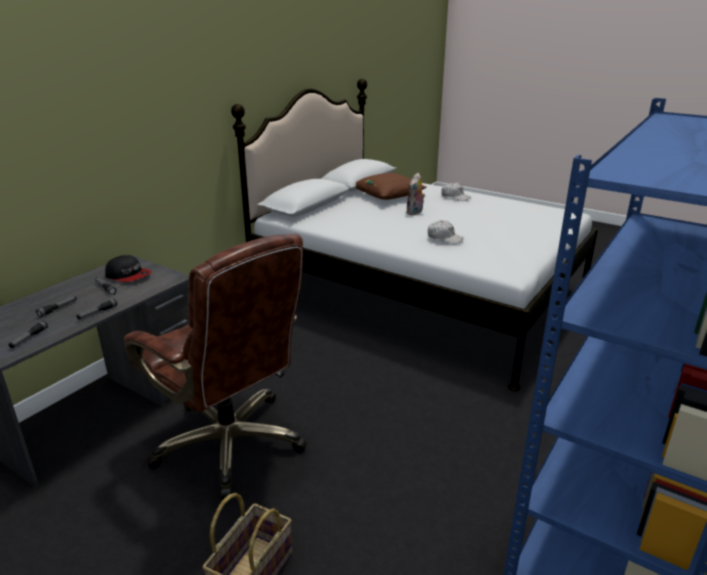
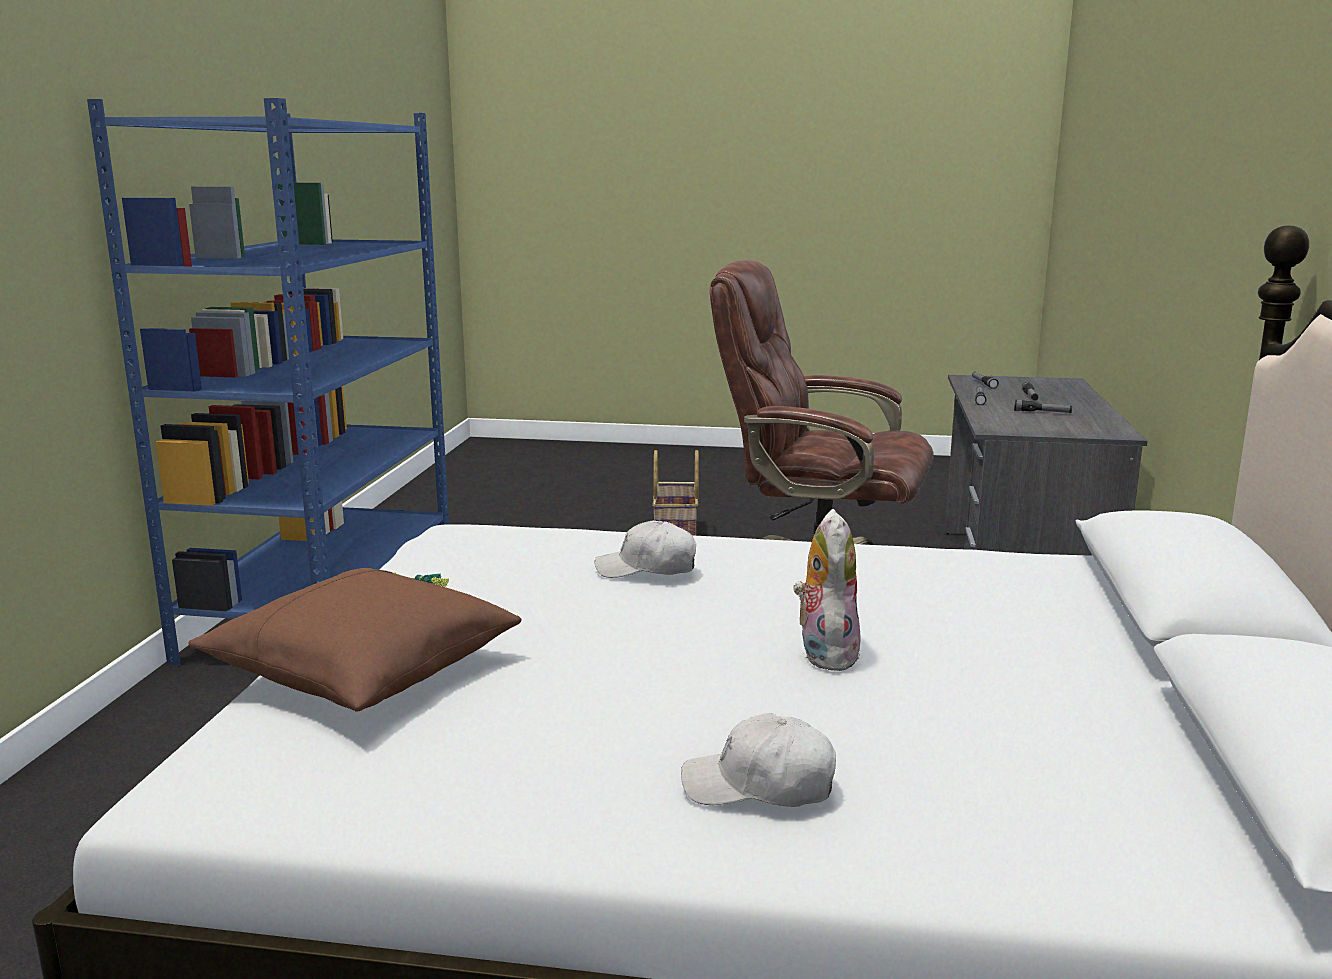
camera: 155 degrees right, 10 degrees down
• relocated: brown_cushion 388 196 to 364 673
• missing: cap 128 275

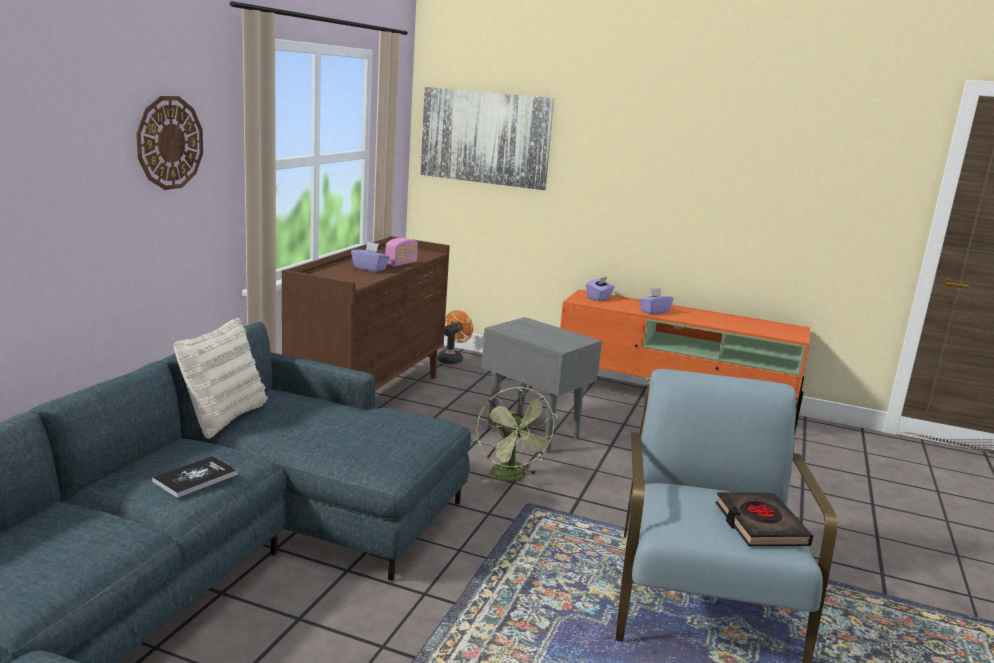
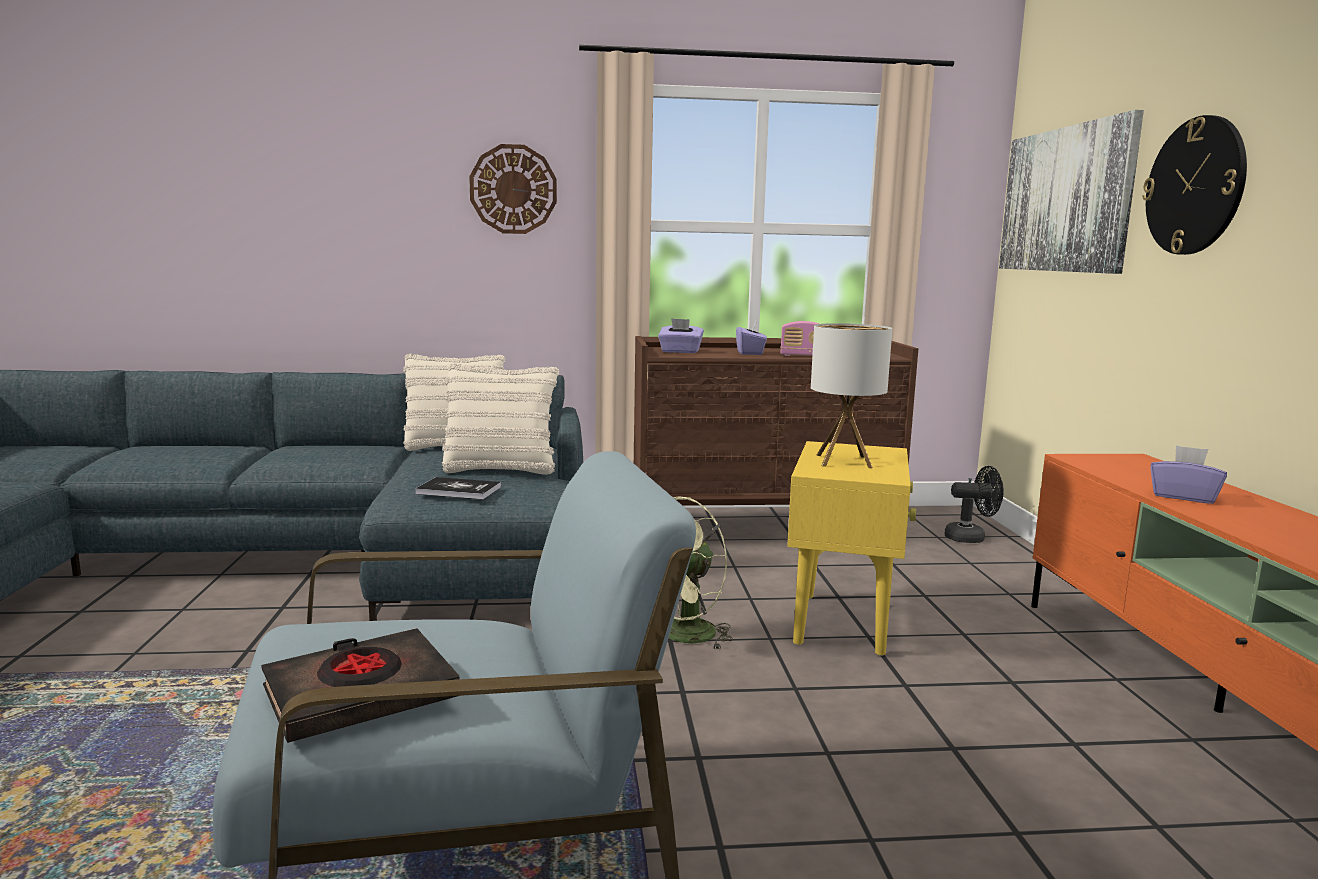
camera: 65 degrees right, 5 degrees down
• relocated: purplish_tissue_box 599 298 to 680 352
• colour: orange_electric_fan 452 359 to blackish_electric_fan 971 538
• colour: greyish_side_table 532 432 to yellow_side_table 842 623
• relocated: bound_book 195 478 to 458 490
• appeared: hanging_clock 1195 186
• appeared: table_lamp 843 461
• appeared: sand-coloured_cushion 501 470

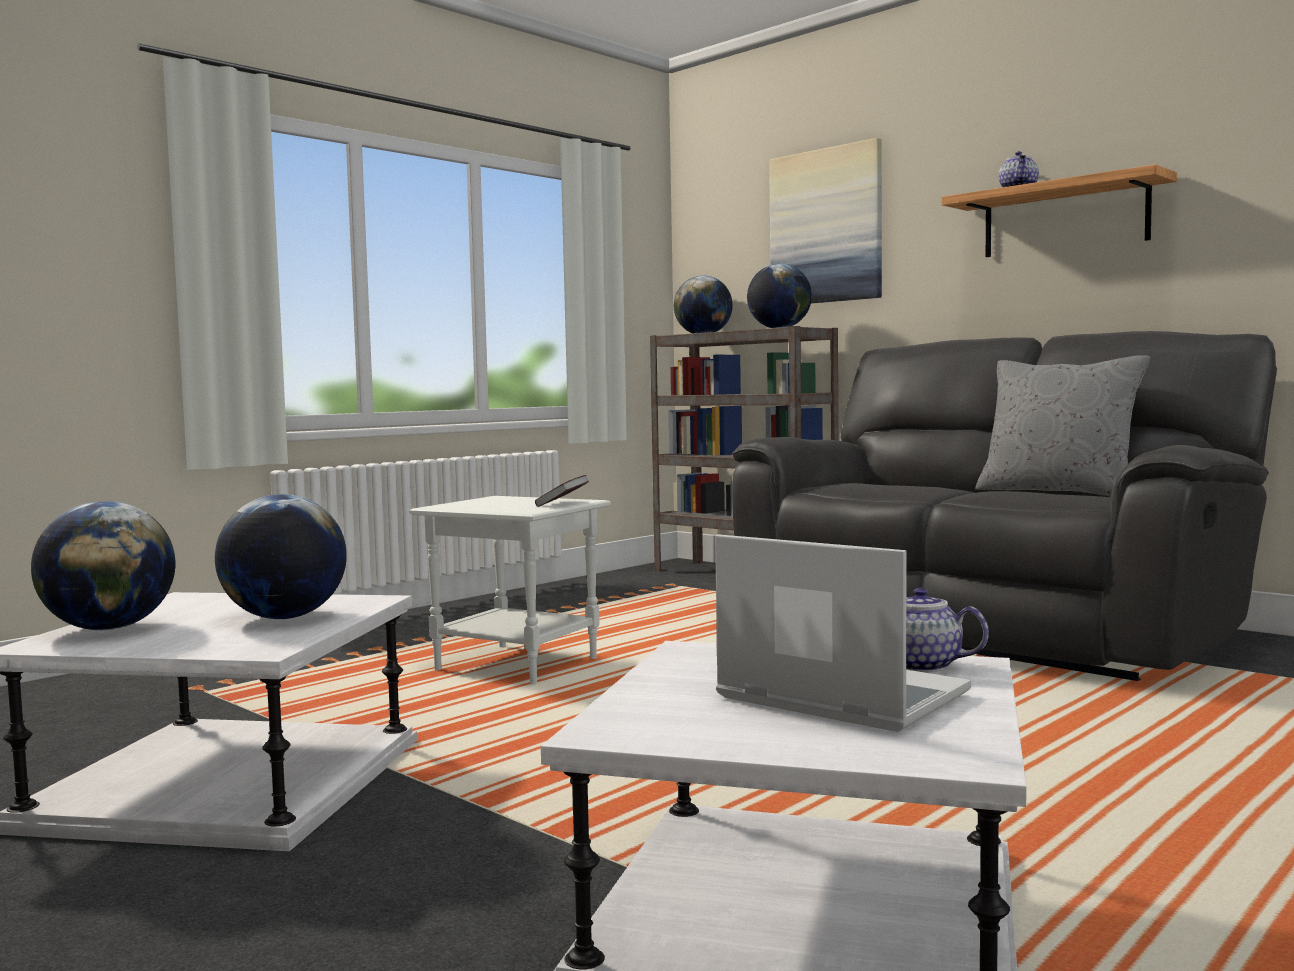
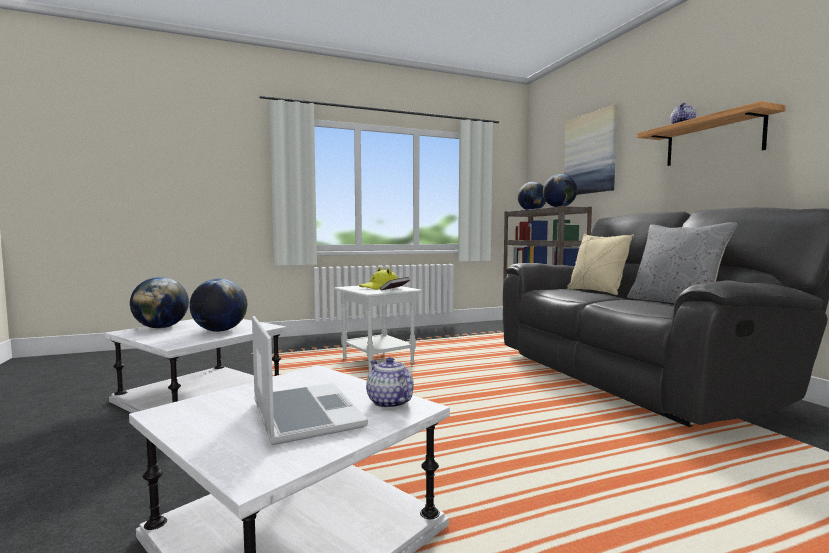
camera: 25 degrees right, 0 degrees up
• appeared: sand-coloured_cushion 596 292
• appeared: yellow_wearable_hat 379 287

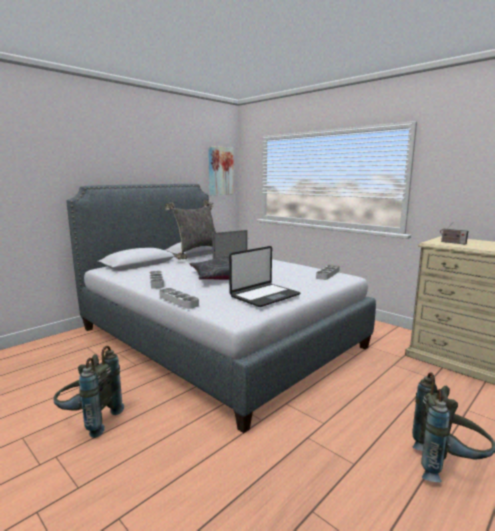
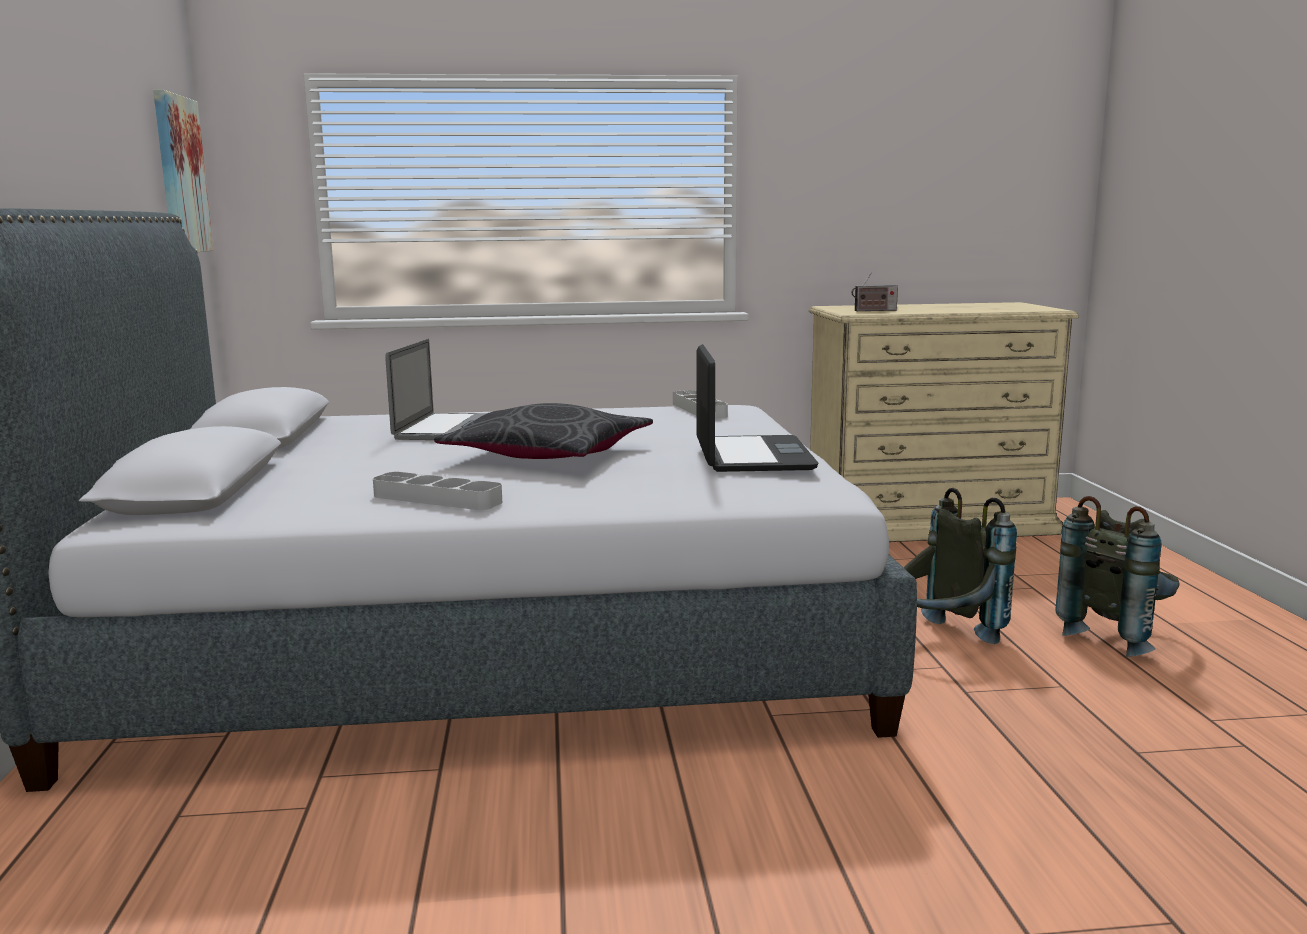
camera: 50 degrees left, 0 degrees up
• missing: cushion 196 257
• missing: greyish_carrying_tray 178 301
• relocated: greyish_backpack 89 421 to 944 640

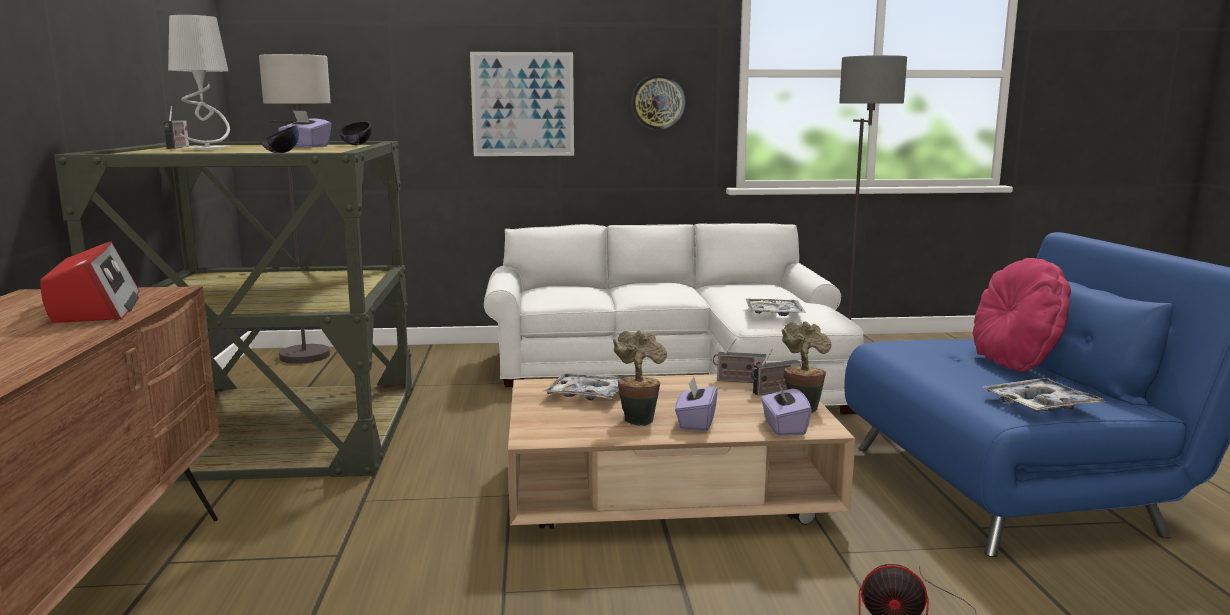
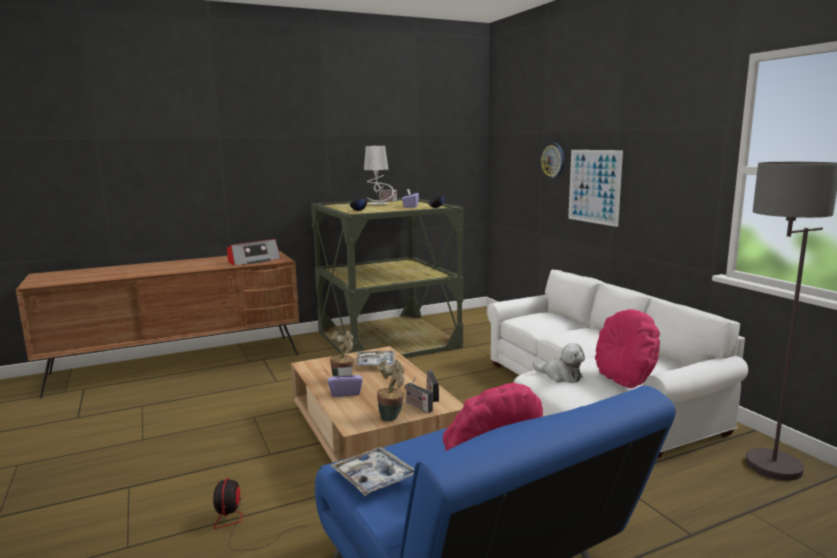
camera: 70 degrees right, 0 degrees up
• missing: greyish_standard_lamp 314 359
• relocated: hanging_clock 658 102 to 552 160
• exchanged: carrying_tray 774 313 to soft_toy 560 376
• missing: purplish_tissue_box 783 427
• appeared: pink-coloured_cushion 624 380

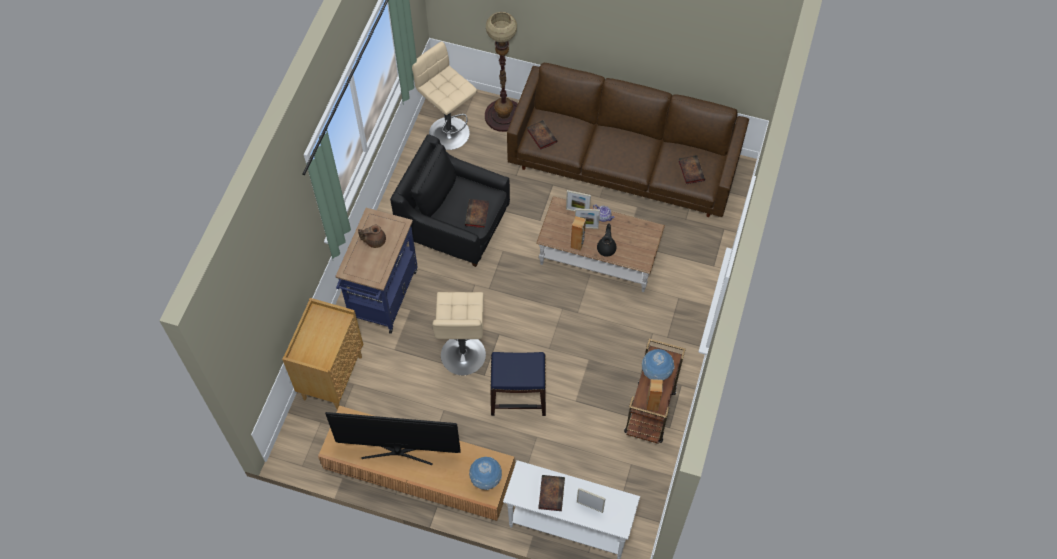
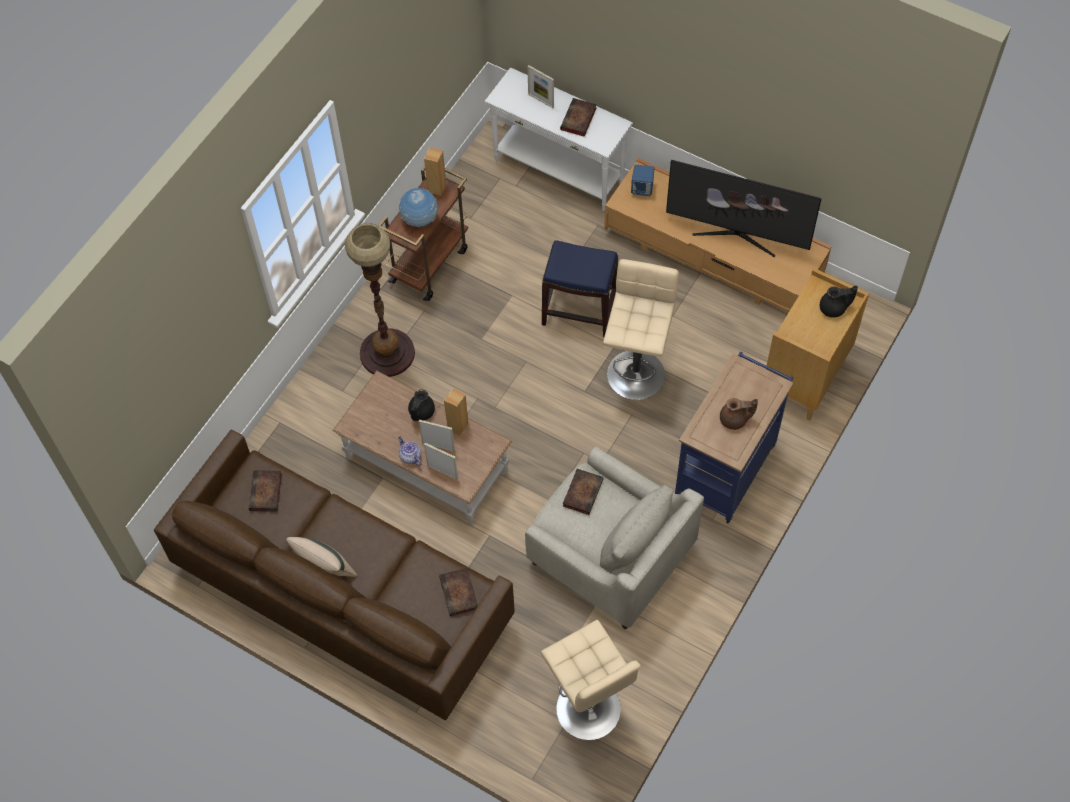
camera: 165 degrees left, 0 degrees up
• relocated: standard_lamp 504 115 to 387 353
• colour: blackish_armchair 455 224 to sand-coloured_armchair 609 554
• exchanged: world_globe 486 479 to blue-coloured_speaker 642 188
• appeared: blackish_teapot 834 308
• appeared: sand-coloured_cushion 325 569

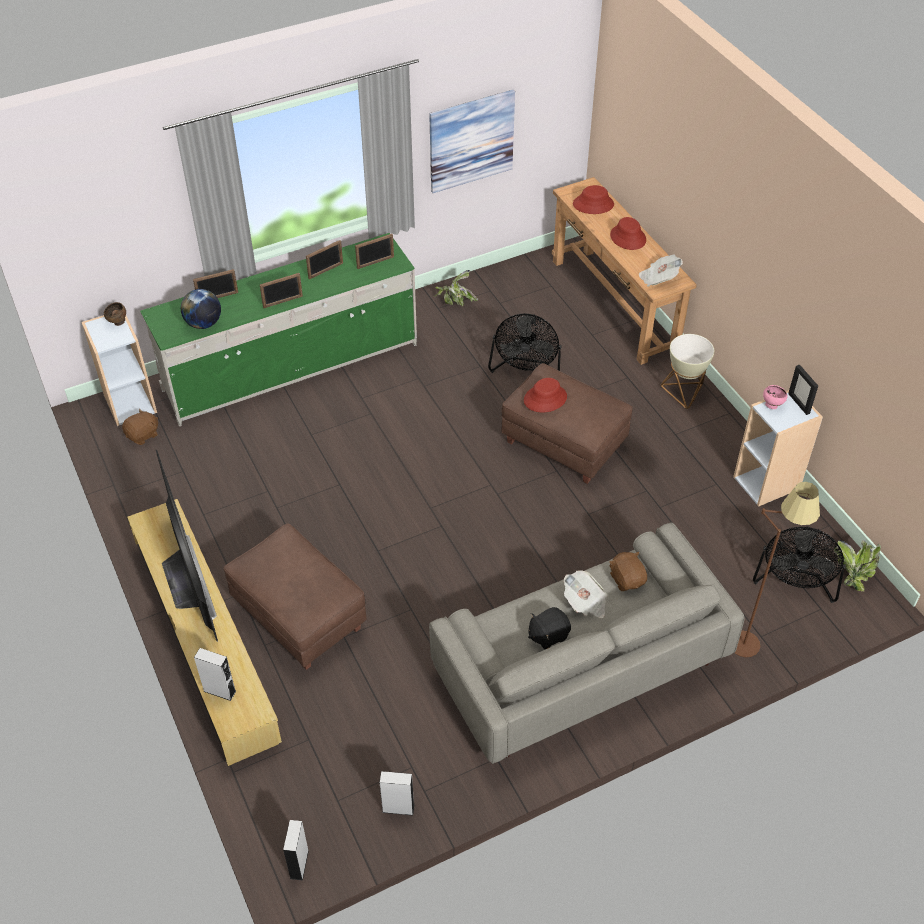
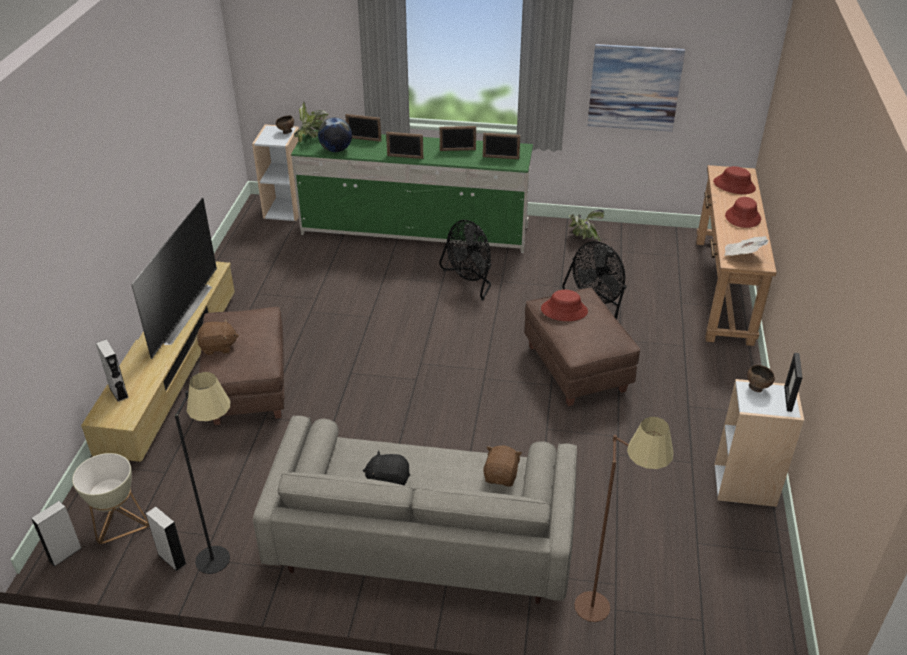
camera: 35 degrees right, 10 degrees down
• relocated: planter 683 393 to 119 526
• colour: pink-coloured_deep_dish 772 405 to brown_deep_dish 757 388
• relocated: brown_soft_toy 143 435 to 218 347
• relocated: blackish_electric_fan 792 579 to 471 279
• relocated: plant_in_a_pot 852 573 to 312 137
• missing: newspaper 585 602
• appeared: blackish_standard_lamp 228 557

